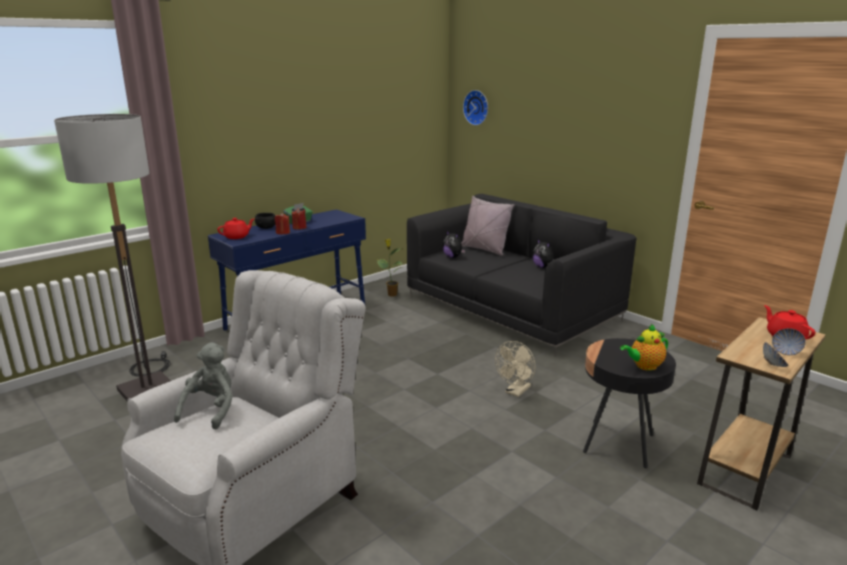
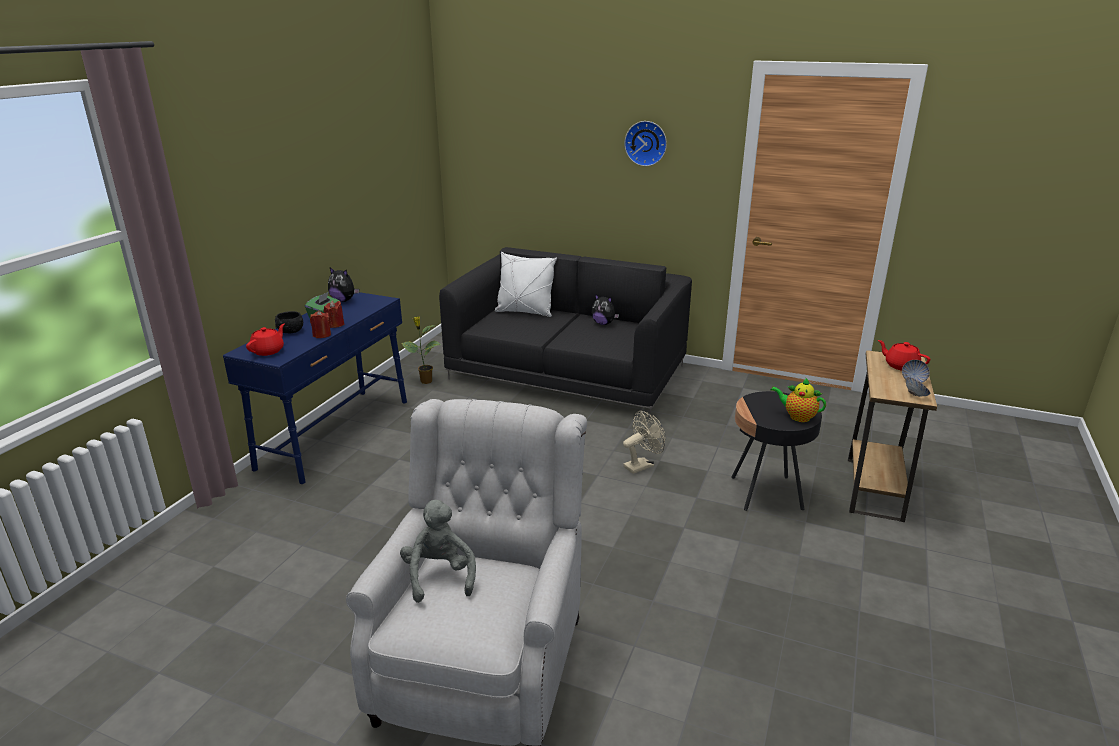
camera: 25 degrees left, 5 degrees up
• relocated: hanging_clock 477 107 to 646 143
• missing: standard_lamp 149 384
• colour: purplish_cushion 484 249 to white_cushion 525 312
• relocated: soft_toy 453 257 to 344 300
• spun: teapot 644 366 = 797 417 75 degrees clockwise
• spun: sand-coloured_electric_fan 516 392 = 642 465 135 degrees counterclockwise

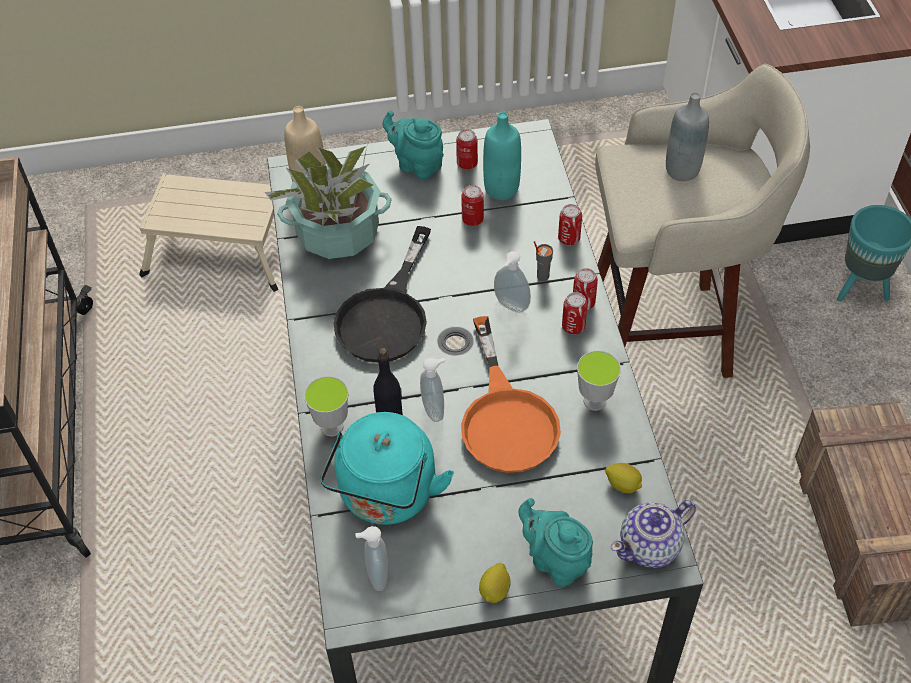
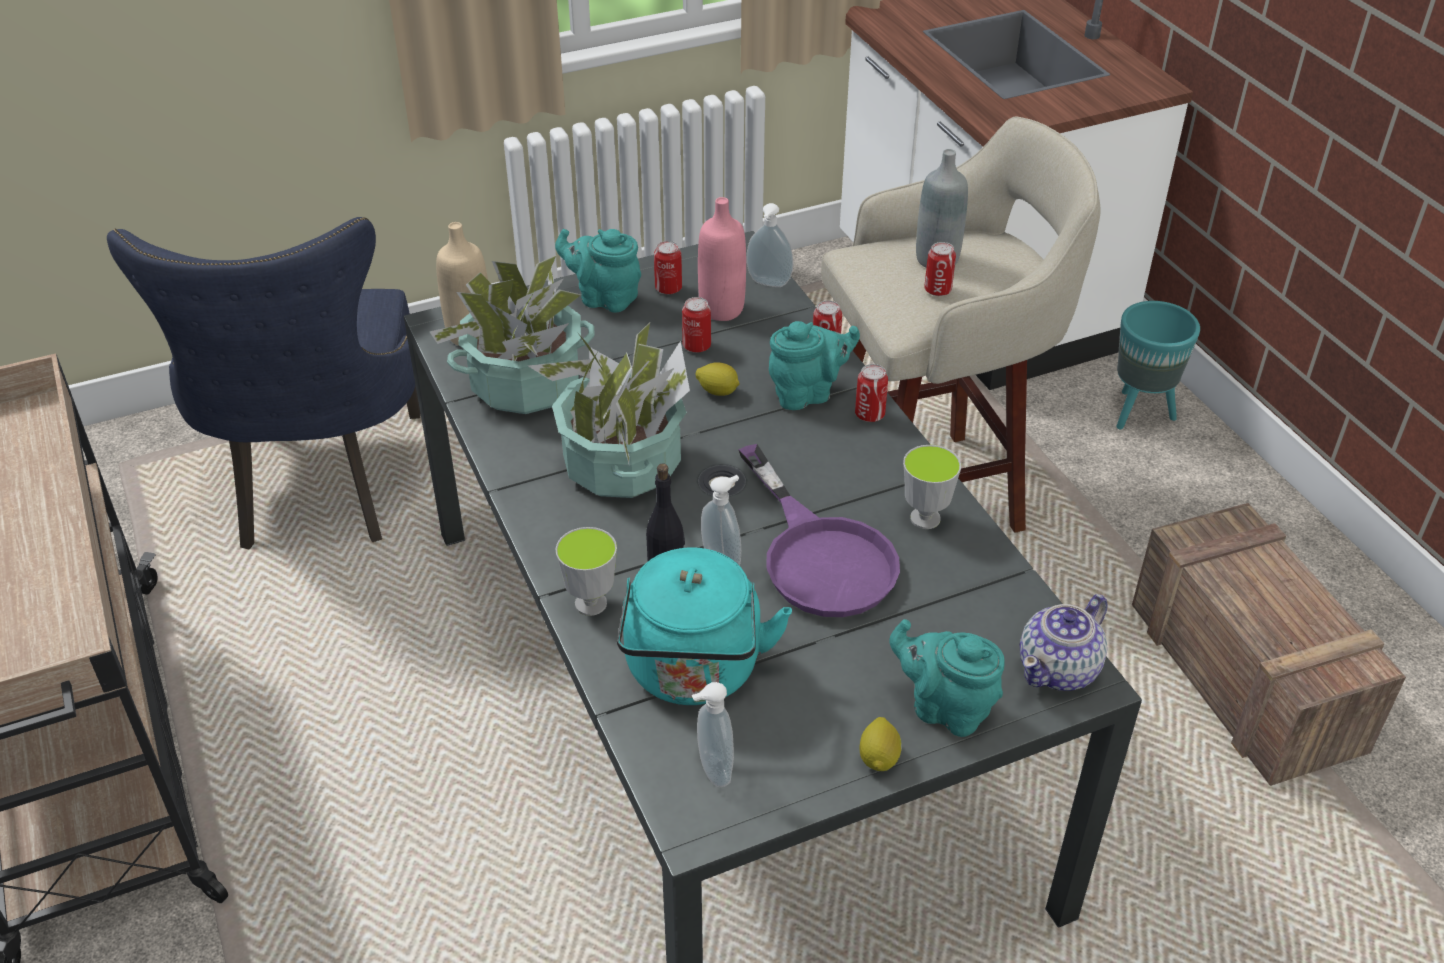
camera: 15 degrees left, 10 degrees down
• colour: turquoise-coloured_bottle 501 189 to pink-coloured_bottle 722 309
• exchanged: sand-coloured_step_ladder 220 247 to blue-coloured_chair 321 485
• exchanged: blackish_frying_pan 387 315 to plant_in_a_pot 622 465
• exchanged: greyish_cup 542 276 to turquoise-coloured_teapot 807 394
• relocated: liquid_soap_bottle 510 307 to 768 284
• relocated: can 573 326 to 937 290
• colour: orange_frying_pan 506 417 to purplish_frying_pan 820 555
• relocated: lemon 623 485 to 718 391

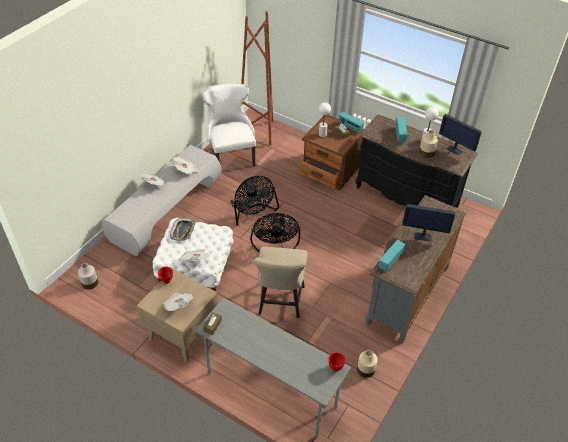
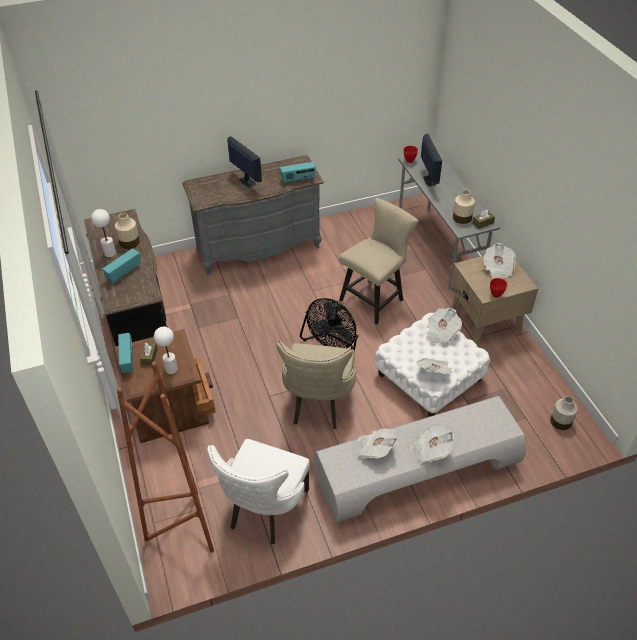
camera: 140 degrees left, 0 degrees up
• relocated: computer_screen 455 150 to 429 180
• exchanged: blackish_electric_fan 251 212 to sand-coloured_chair 318 404
• exchanged: carrying_tray 183 231 to newspaper 434 372
• relocated: sand-coloured_flower_vase 365 369 to 462 217

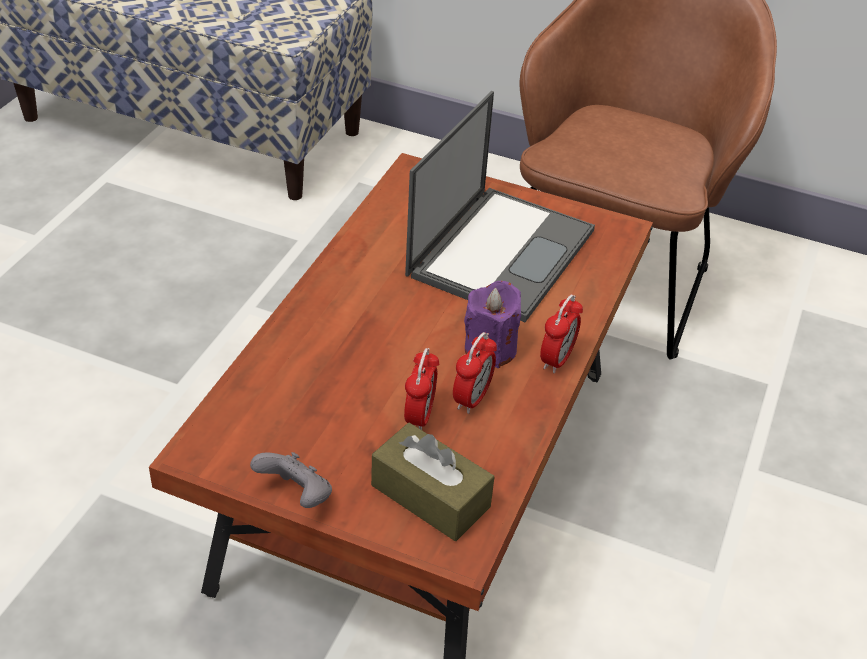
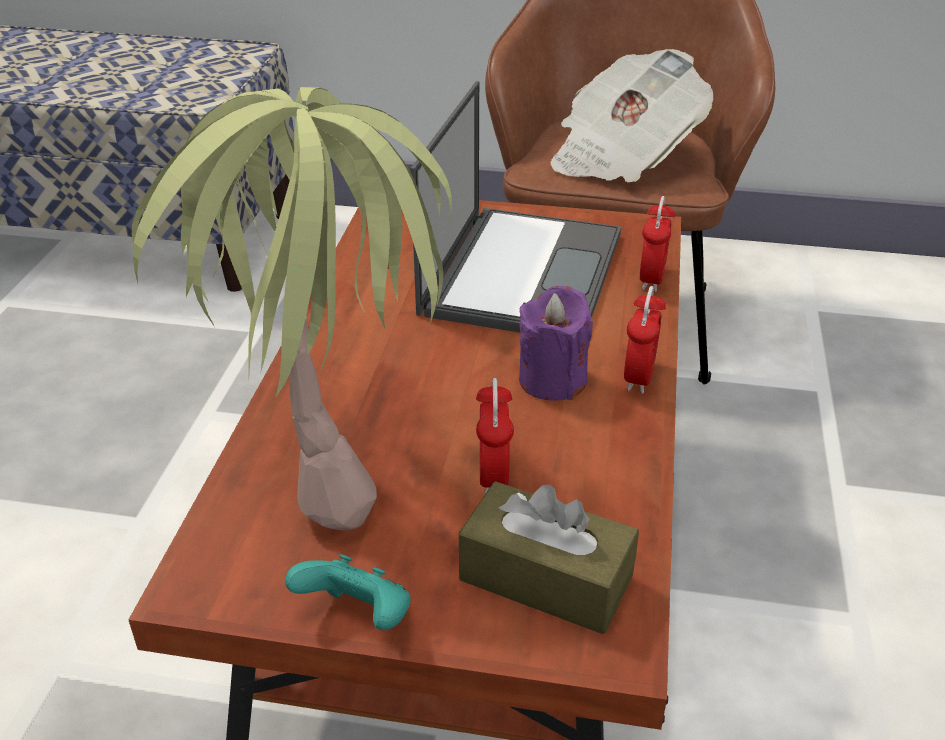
camera: 10 degrees left, 5 degrees down
• relocated: table_clock 472 398 to 651 279
• colour: greyish_joypad 296 496 to turquoise-coloured_joypad 358 617
• appeared: newspaper 622 156
• appeared: plant_in_a_pot 330 452

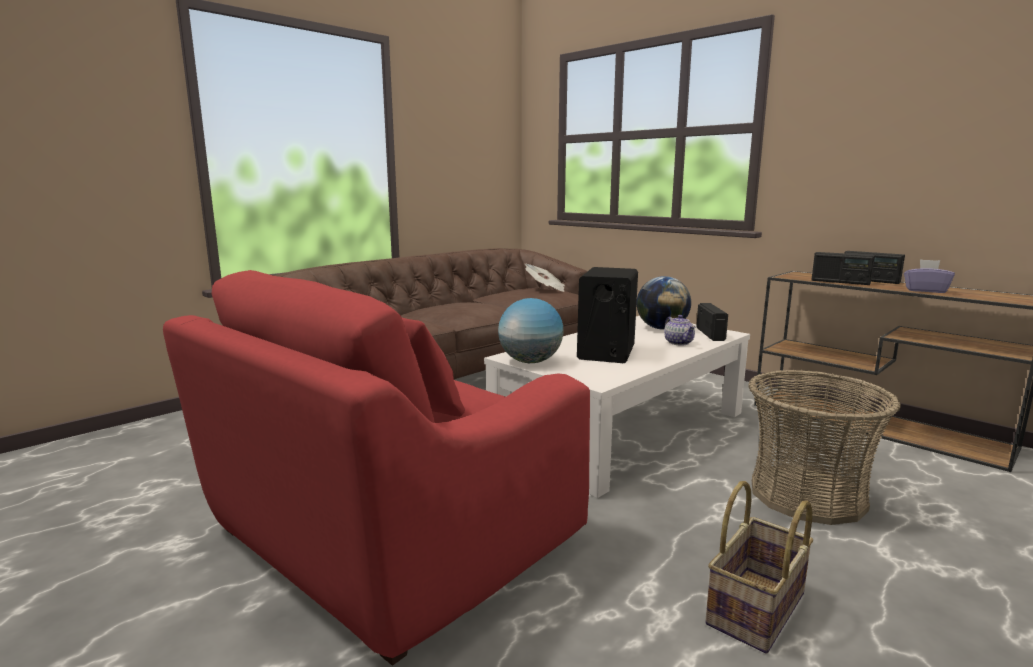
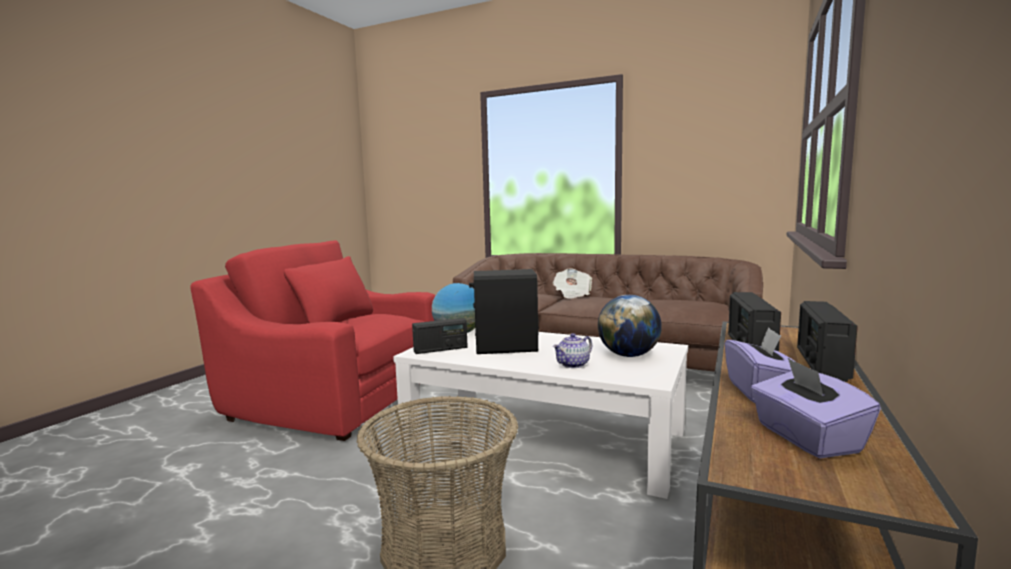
camera: 70 degrees right, 5 degrees down
• relocated: newspaper 545 289 to 572 294
• relocated: radio_set 711 334 to 440 349
• missing: basket 757 610
• appeared: purplish_tissue_box 806 438

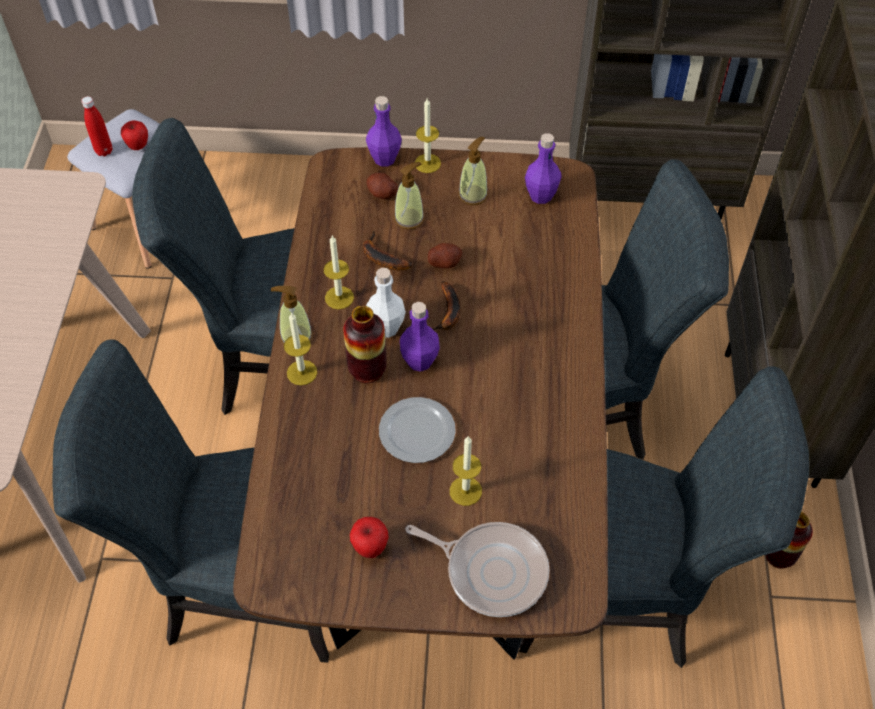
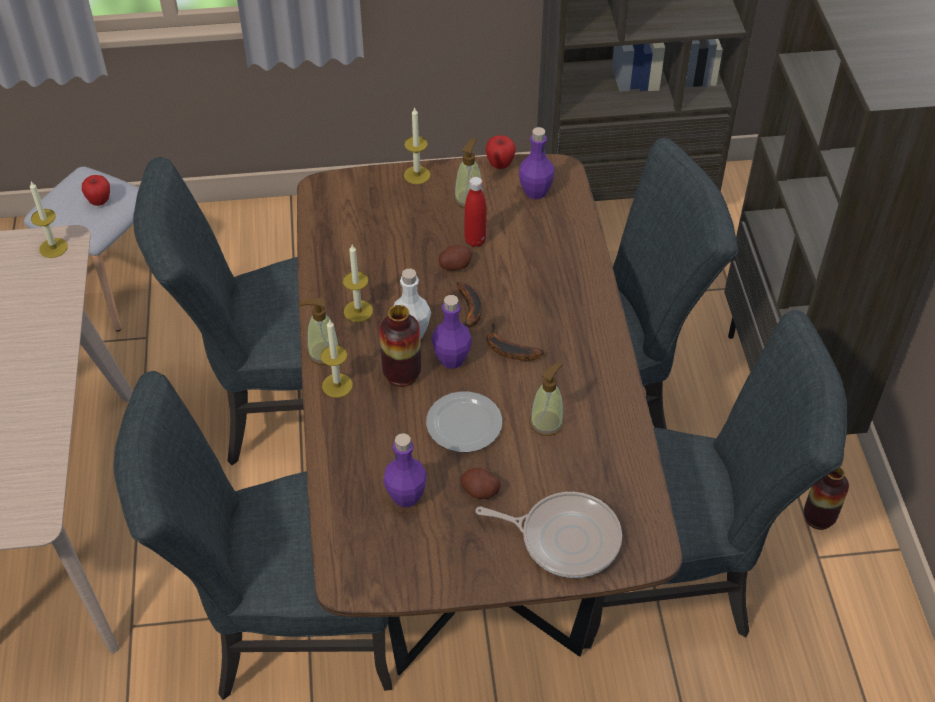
camera: 10 degrees left, 5 degrees down
• relocated: reddish_bottle 104 151 to 475 241
• relocated: purplish_bottle 384 159 to 406 496
• relocated: liquid_soap_bottle 409 218 to 546 422
• relocated: spud 382 193 to 480 491
• relocated: banana 381 258 to 508 350
• relocated: candle 465 491 to 53 248
• relocated: whole_apple 370 547 to 500 164

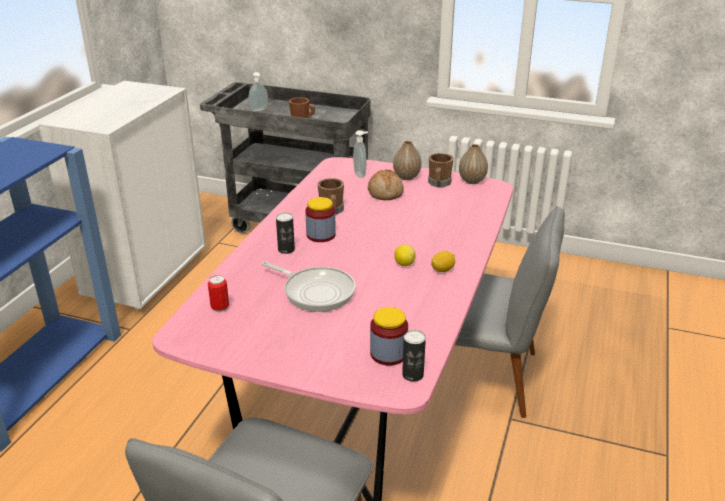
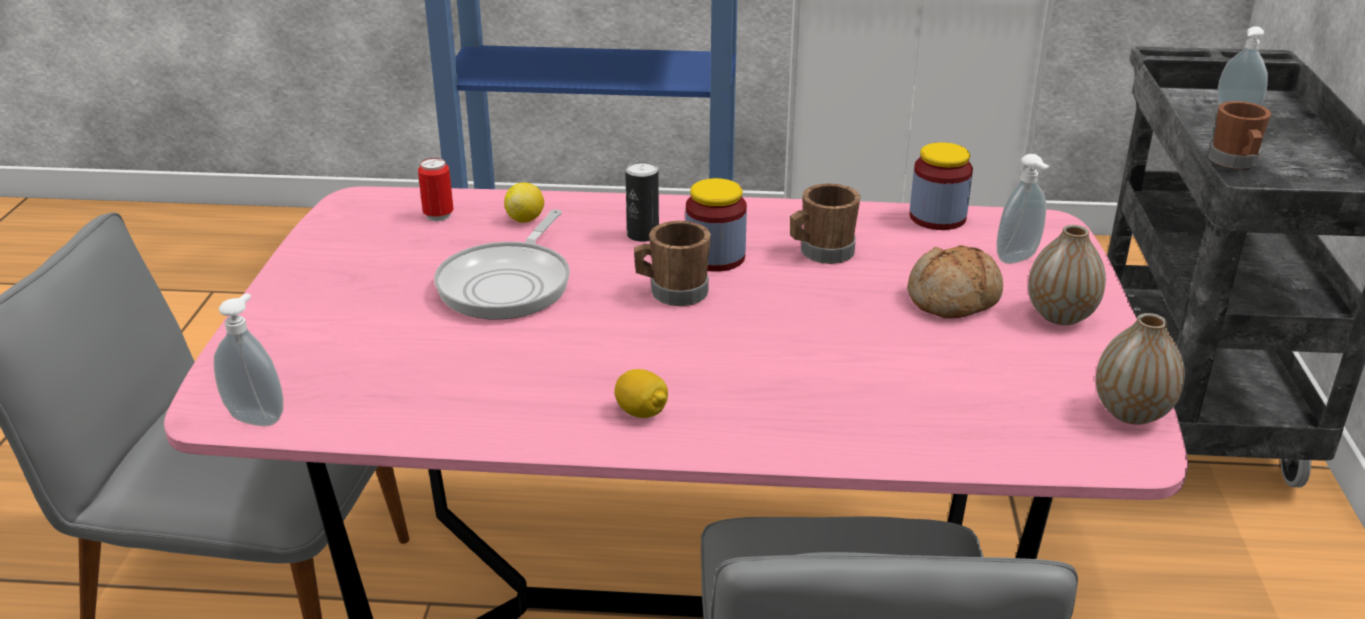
camera: 75 degrees right, 0 degrees up
• relocated: brown_tea_mug 439 183 to 672 292
• relocated: lemon 404 264 to 525 219
• relocated: preserve_jar 388 354 to 937 217
• exchanged: can 412 375 to liquid_soap_bottle 258 417

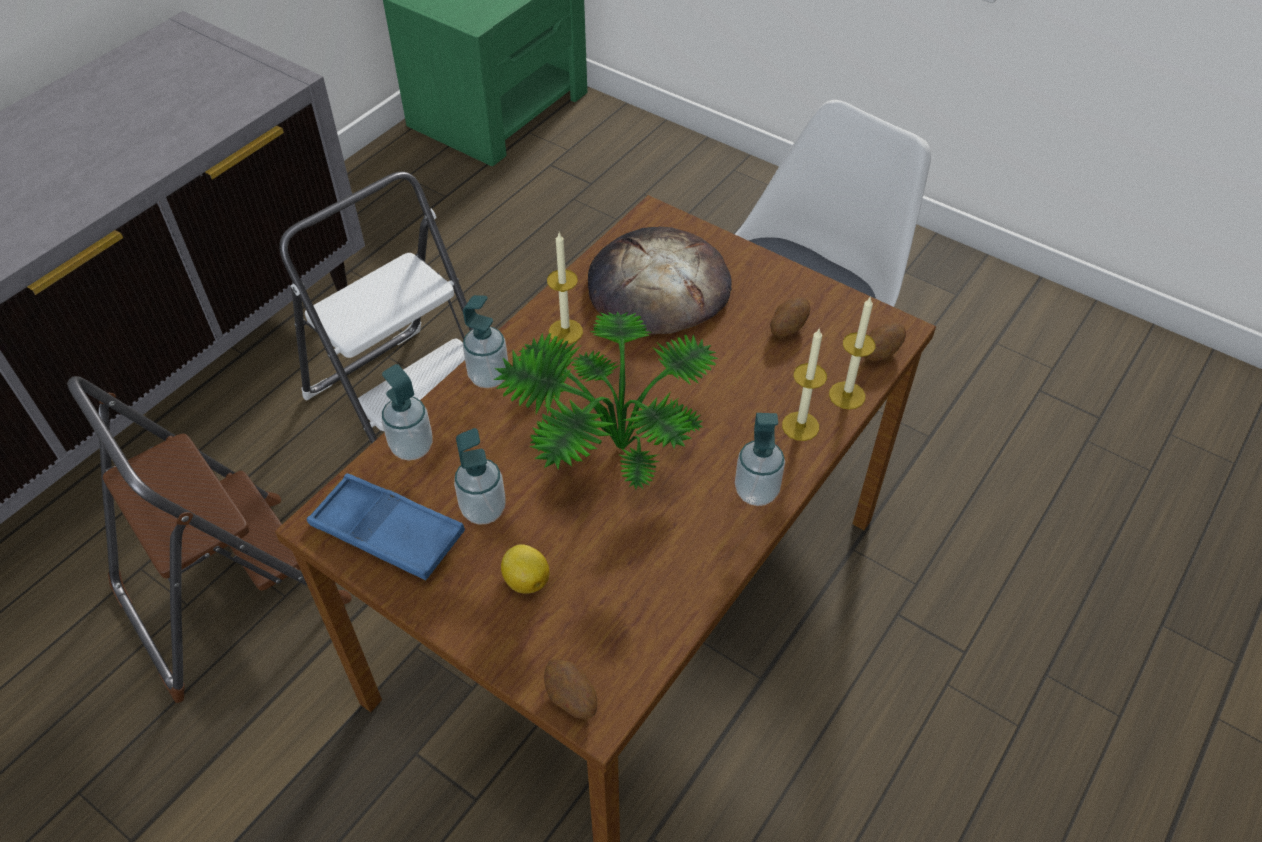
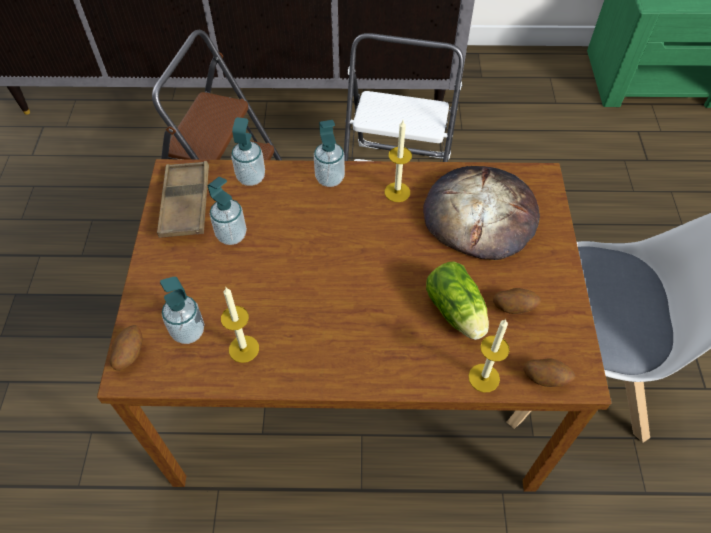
camera: 55 degrees right, 5 degrees up
• missing: plant_in_a_pot 607 446
• relocated: candle 800 426 to 244 349
• relocated: liquid_soap_bottle 756 491 to 188 331
• colour: blue-coloured_carrying_tray 387 532 to brown_carrying_tray 186 203
• missing: lemon 526 579
• appeared: lettuce 457 313

